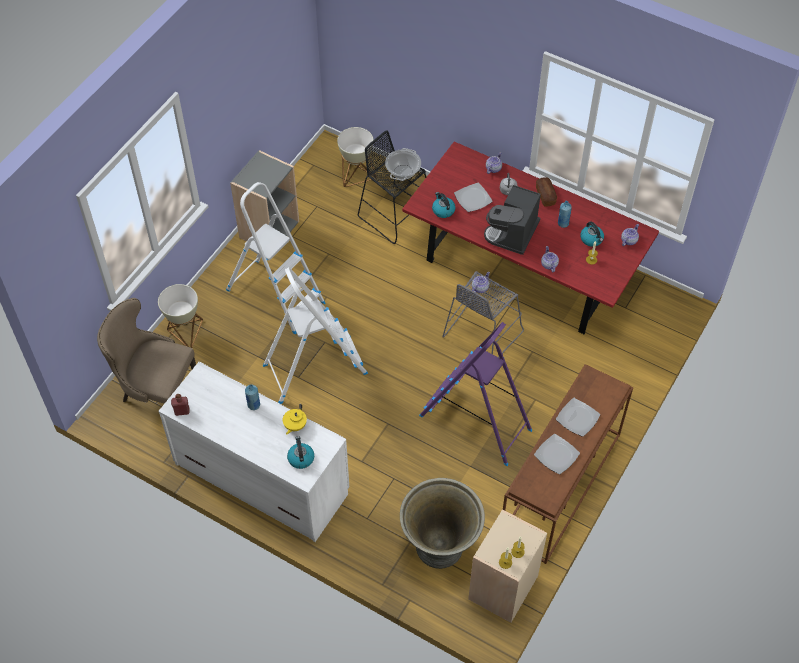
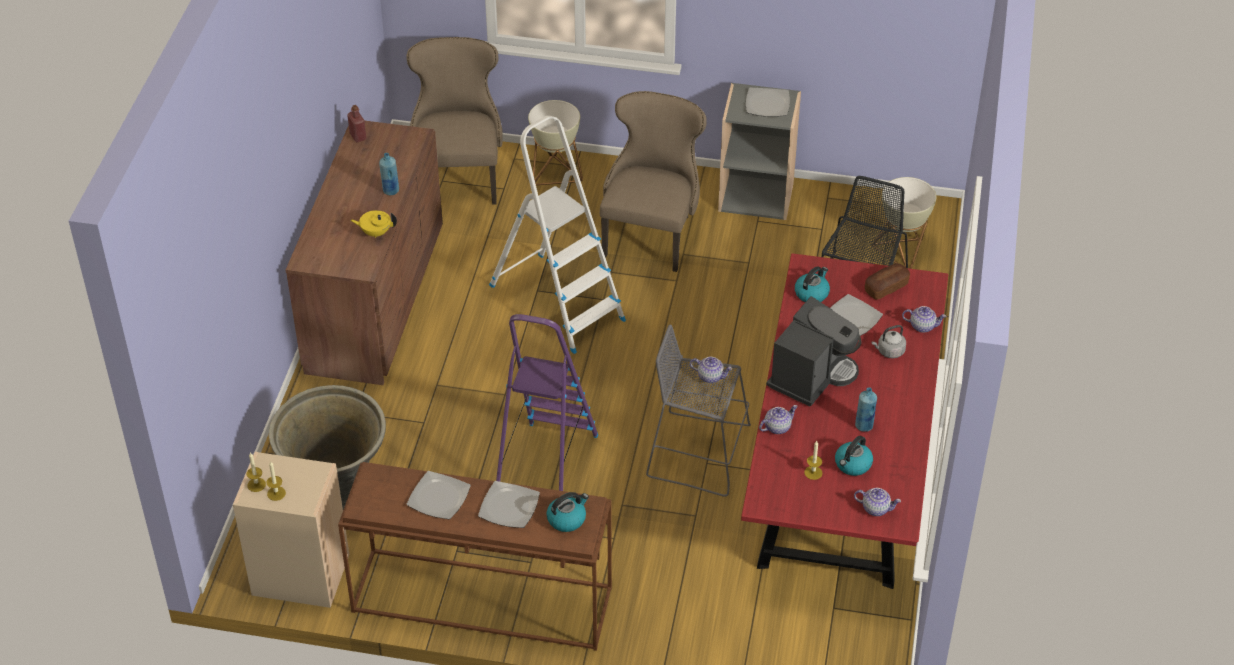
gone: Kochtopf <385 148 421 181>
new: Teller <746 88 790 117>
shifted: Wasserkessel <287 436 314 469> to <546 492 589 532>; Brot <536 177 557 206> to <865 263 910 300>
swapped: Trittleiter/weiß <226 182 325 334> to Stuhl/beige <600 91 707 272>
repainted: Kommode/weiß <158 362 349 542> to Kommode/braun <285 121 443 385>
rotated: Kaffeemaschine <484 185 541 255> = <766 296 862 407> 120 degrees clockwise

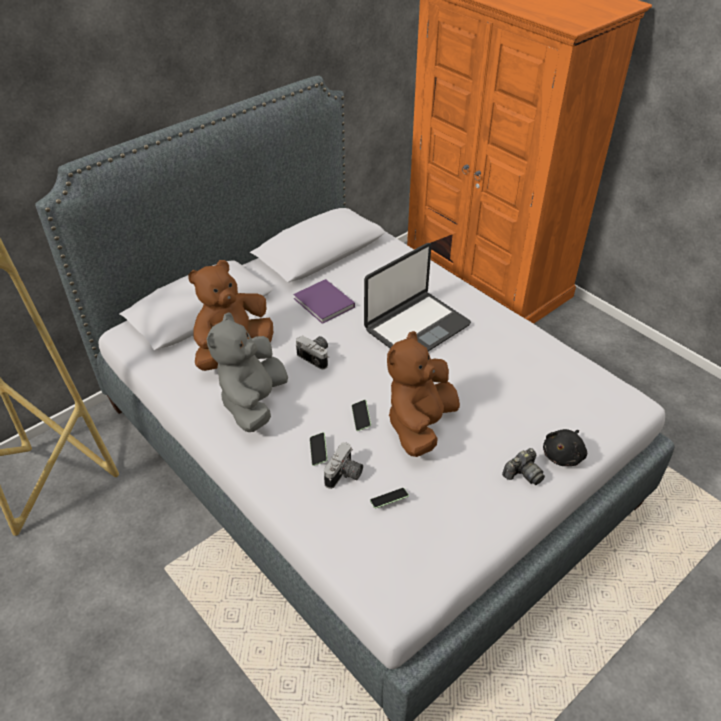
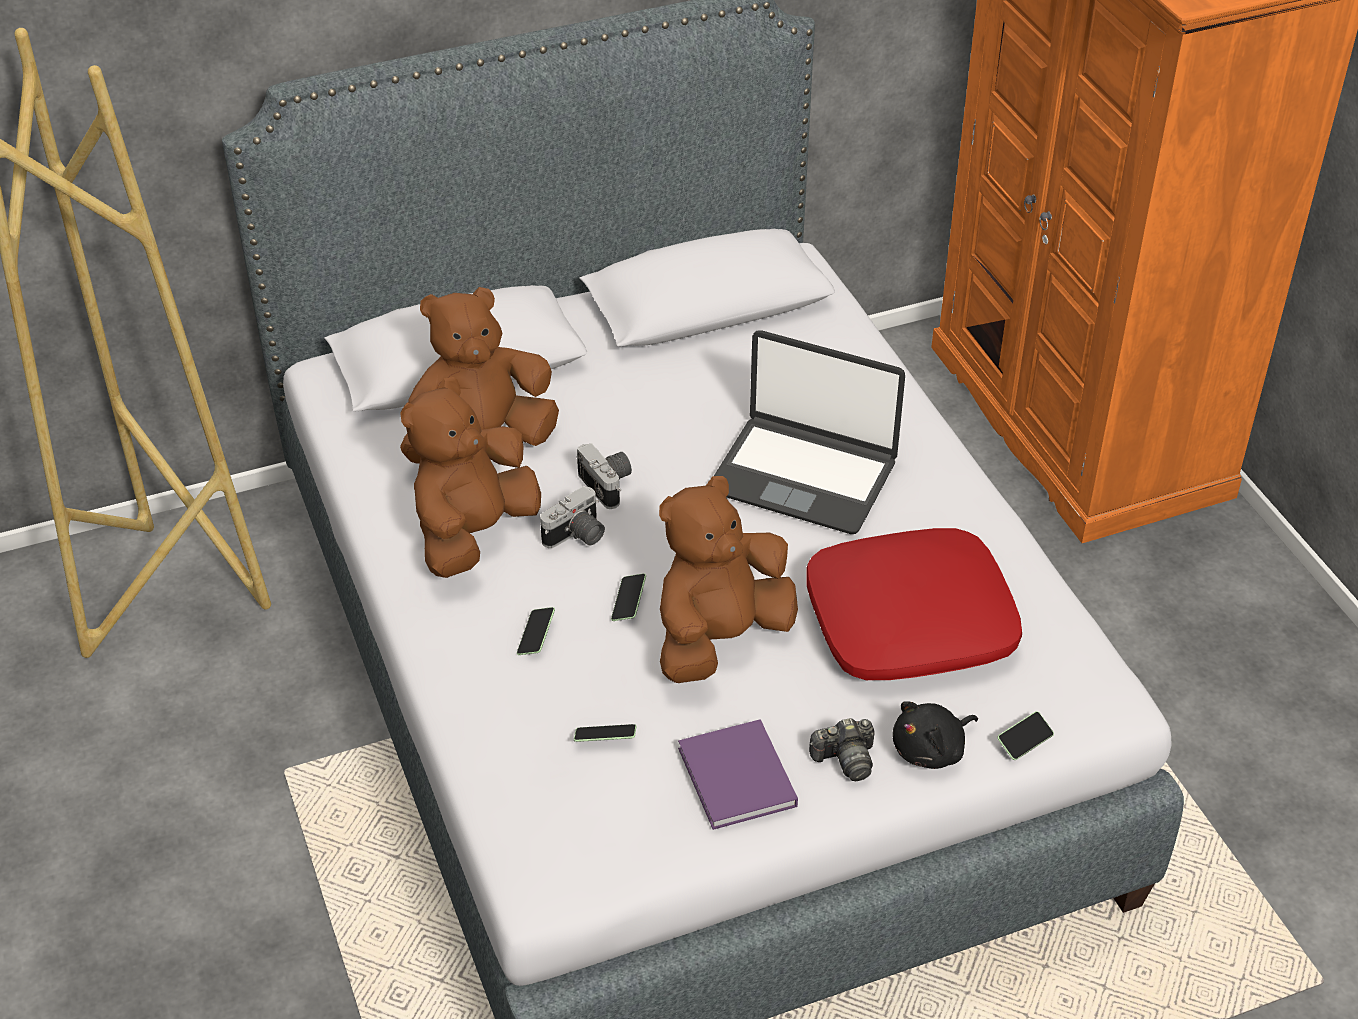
new: Kissen/rot <806 528 1022 680>; Handy <997 711 1054 760>
shifted: Buch/lila <293 279 355 324> to <678 719 798 830>; Kamera <324 442 363 489> to <540 486 605 548>
repainted: Plüschtier/grau <207 312 288 432> to Plüschtier/braun <400 377 541 578>
rotated: Laptop <364 243 471 351> = <714 330 905 534> 45 degrees clockwise

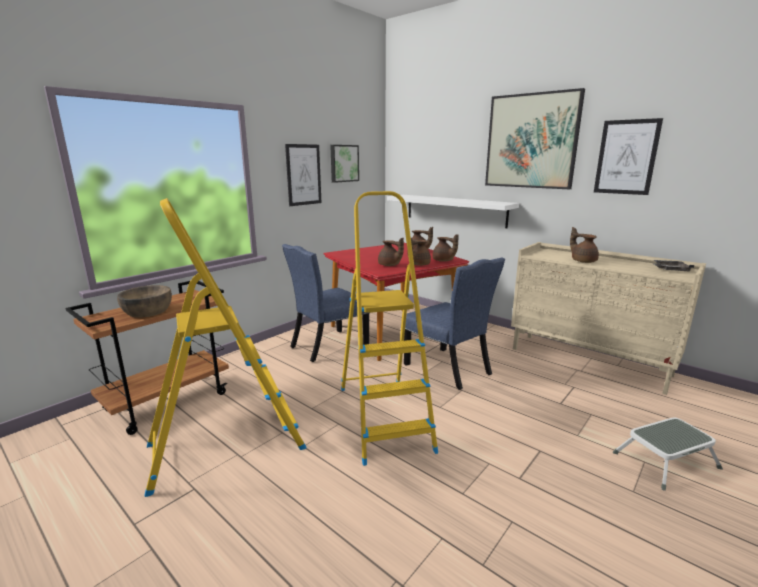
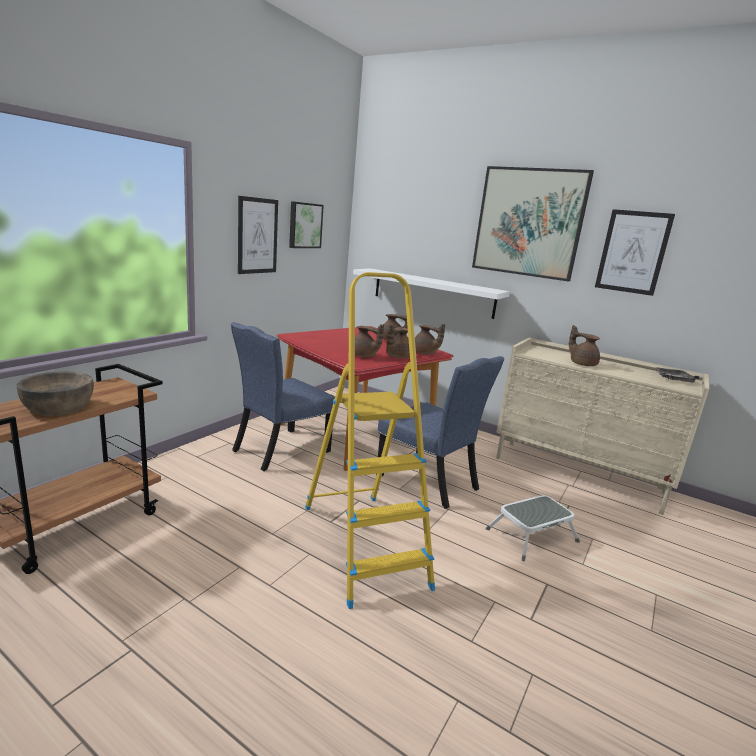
gone: Trittleiter/gelb <144 198 307 497>
shifted: Trittleiter/grau <613 418 723 491> to <486 495 580 562>

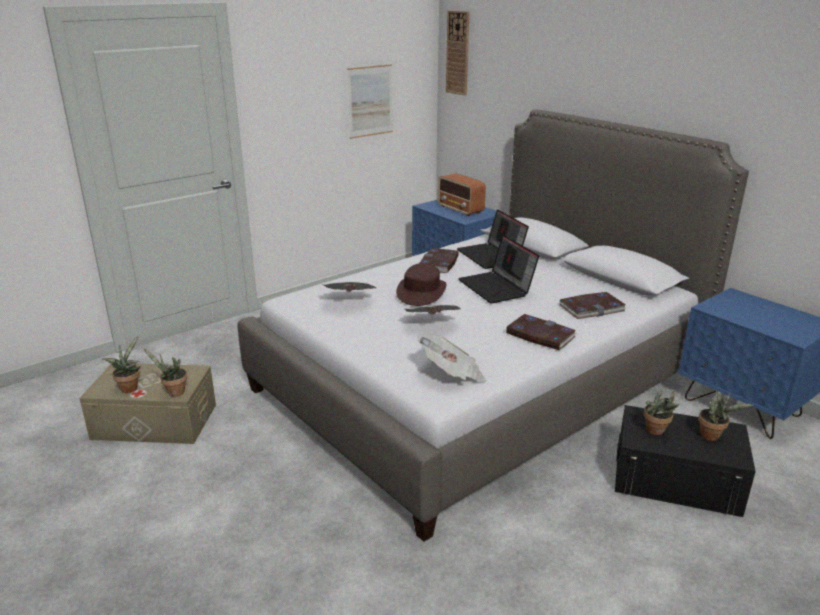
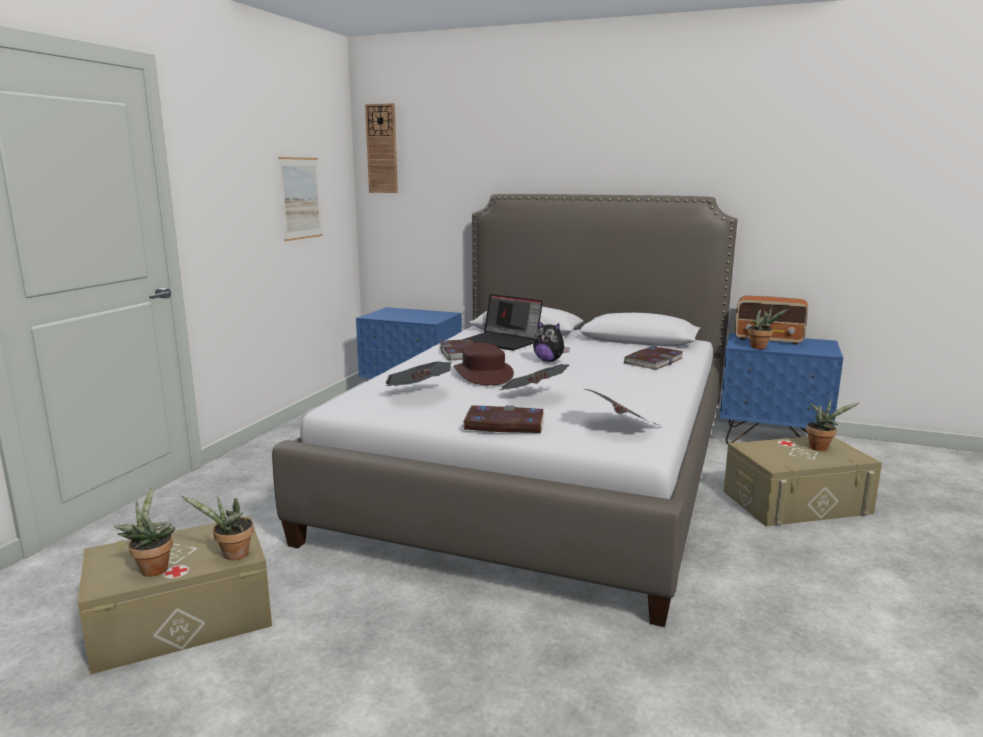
shifted: Radio <438 173 486 216> to <735 296 808 345>; Buch <506 314 577 350> to <463 405 544 433>; Topfpflanze <644 389 680 435> to <748 306 788 349>
swapped: Laptop <458 235 539 303> to Plüschtier <533 320 570 362>
repainted: Aufbewahrungsbox/schwarz <615 405 756 517> to Aufbewahrungsbox/beige <724 437 882 526>

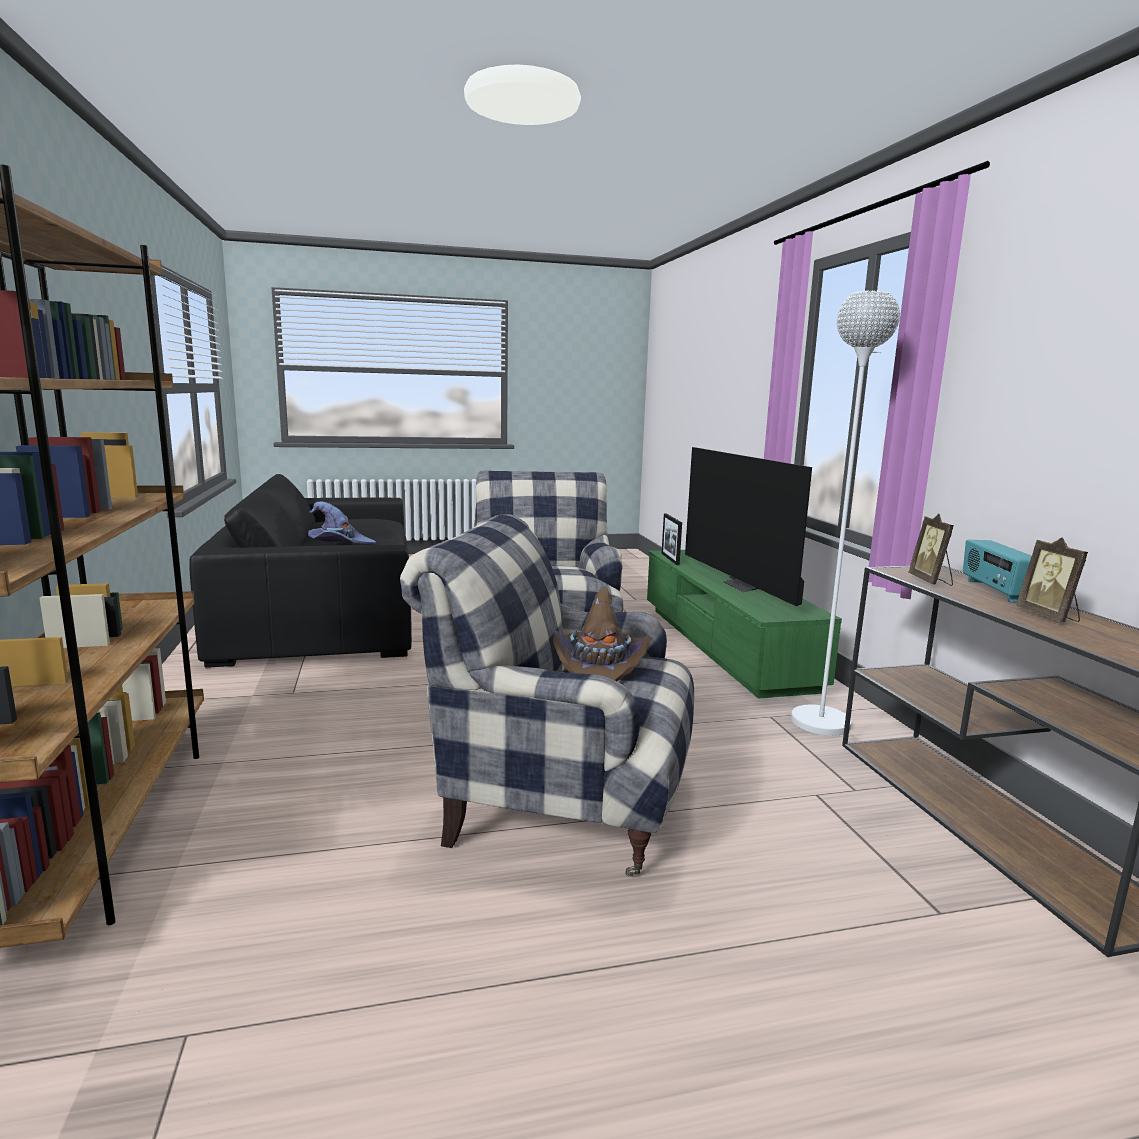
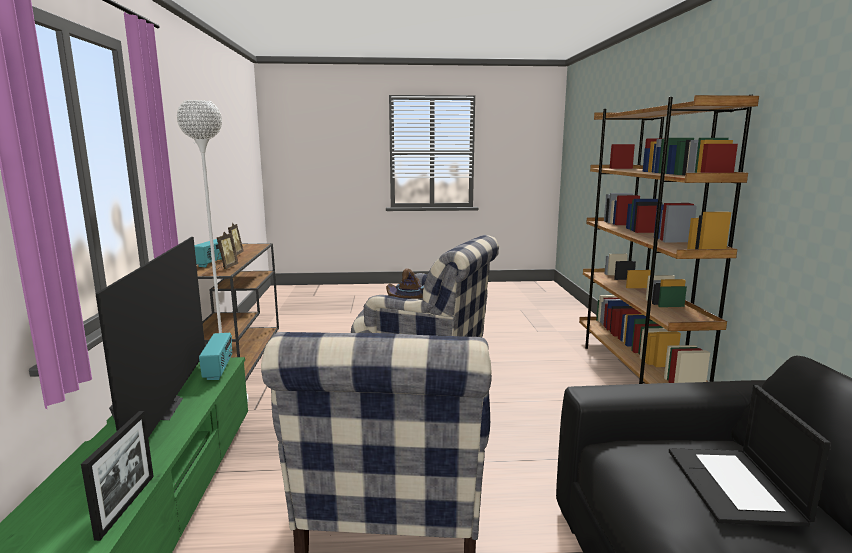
new: Radio <199 333 233 380>
swapped: Hut/lila <308 502 376 545> to Laptop <669 385 830 527>

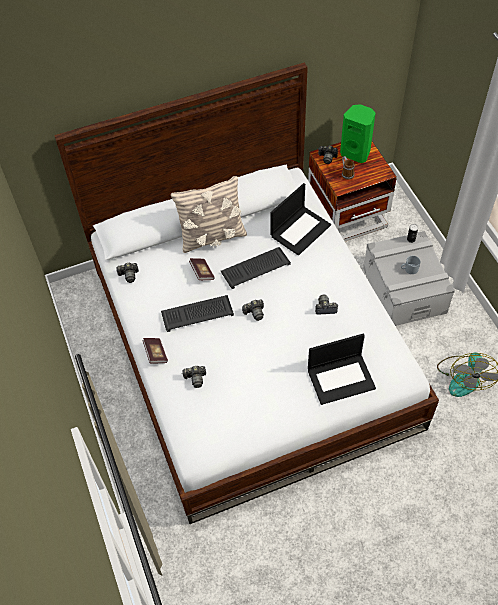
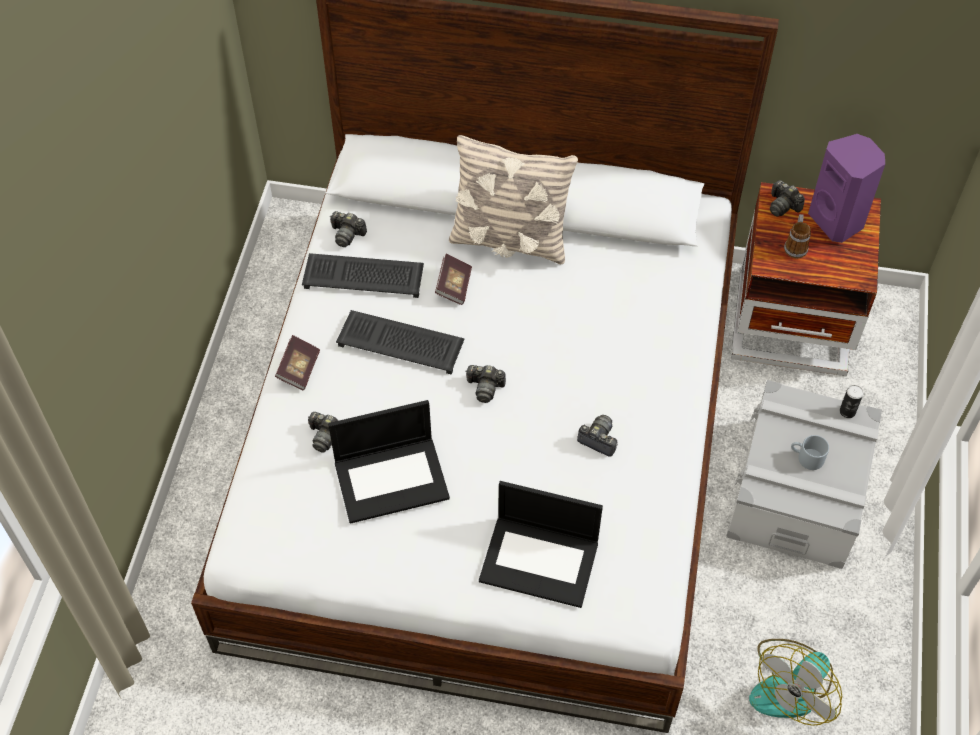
shifted: Tastatur <220 247 291 289> to <302 253 424 298>; Laptop <270 183 331 256> to <328 400 450 524>
repainted: Lautsprecher/grün <340 104 376 163> to Lautsprecher/lila <808 134 885 243>

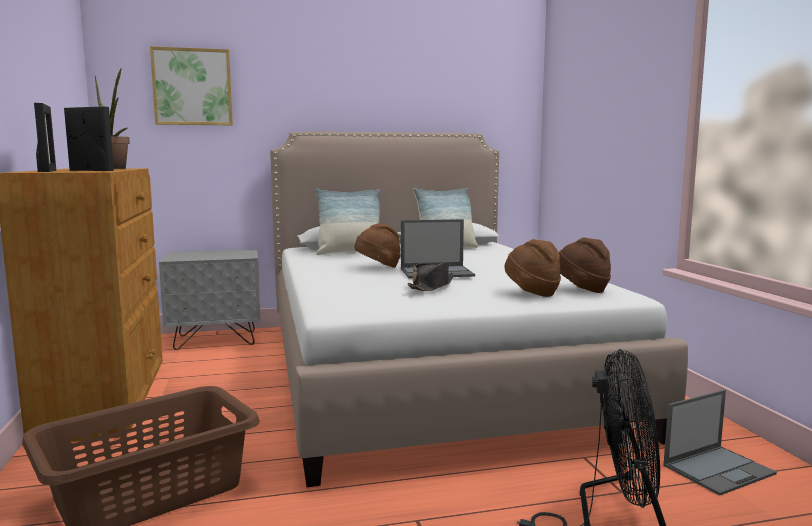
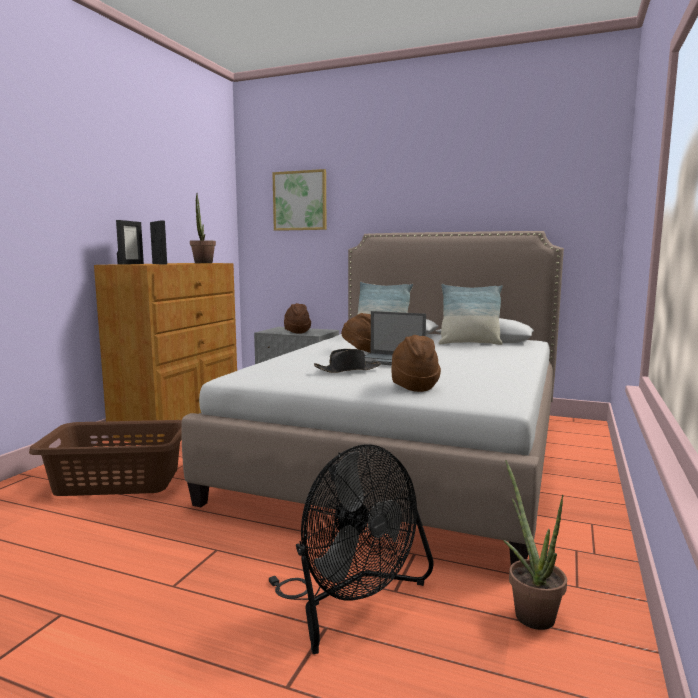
shifted: Hut/braun <559 237 611 293> to <284 303 311 334>
swapped: Laptop <663 390 777 496> to Topfpflanze <503 460 567 630>

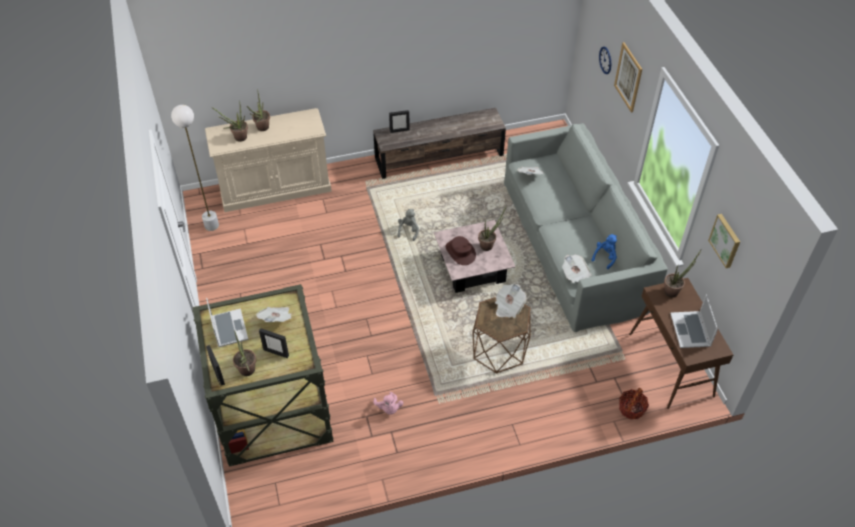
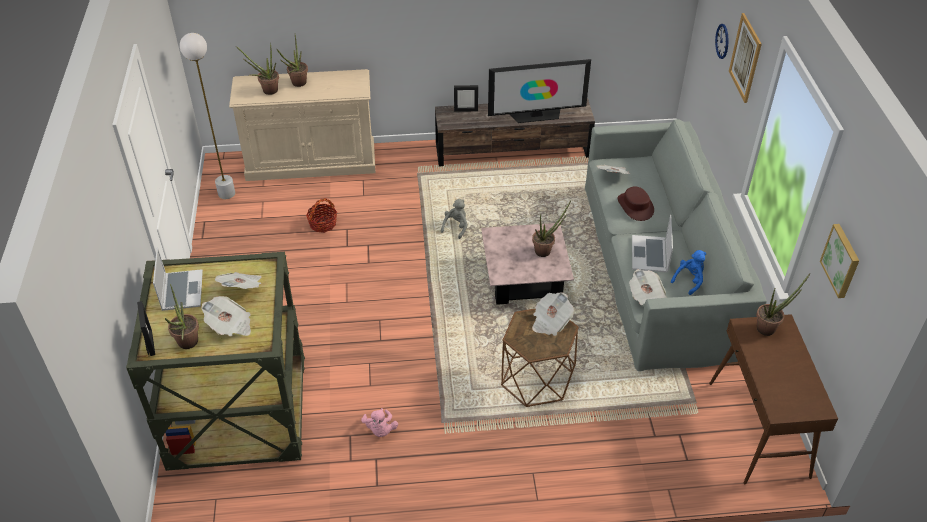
new: Fernseher <488 59 591 123>
shifted: Hut/braun <446 236 476 265> to <618 186 654 221>; Korb <619 388 649 419> to <306 198 337 233>; Laptop <670 294 718 348> to <632 215 673 273>
swapped: Bilderrahmen <259 328 289 358> to Zeitung <201 296 251 337>

